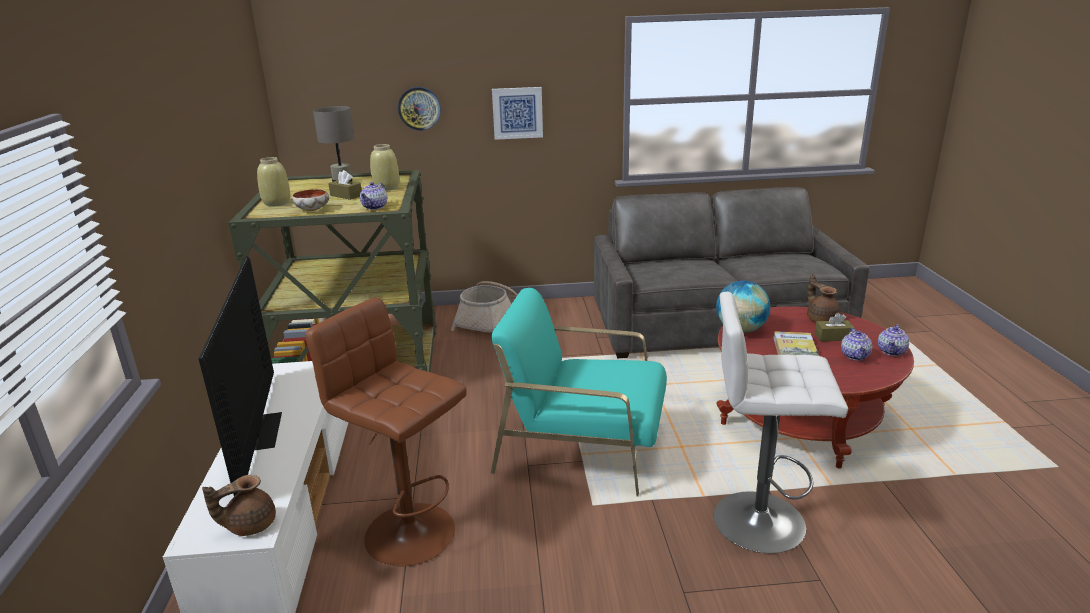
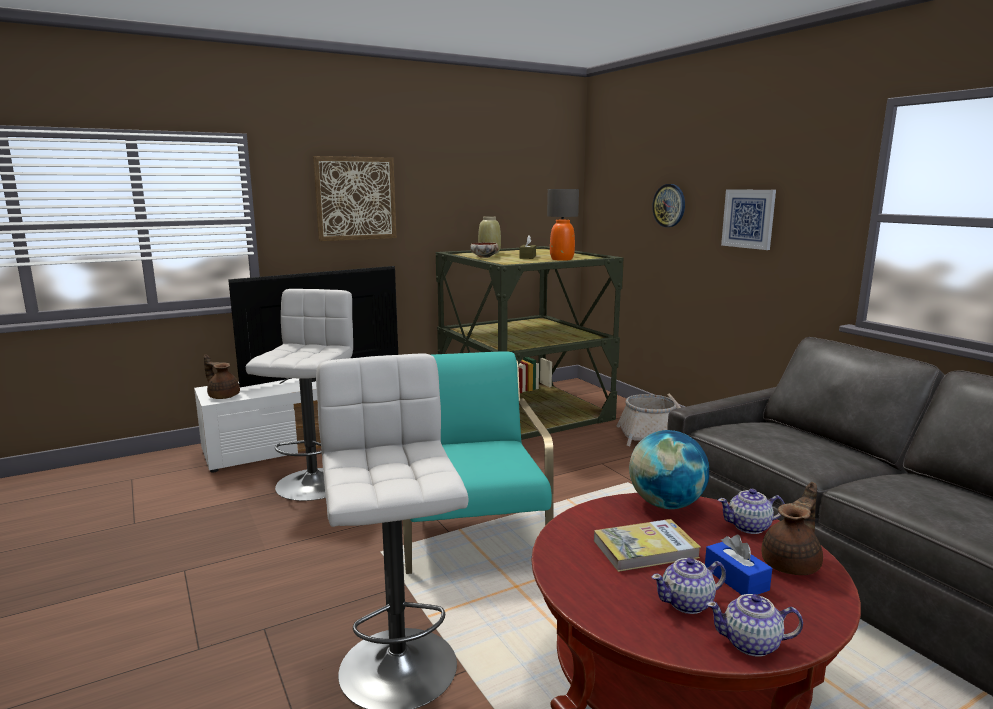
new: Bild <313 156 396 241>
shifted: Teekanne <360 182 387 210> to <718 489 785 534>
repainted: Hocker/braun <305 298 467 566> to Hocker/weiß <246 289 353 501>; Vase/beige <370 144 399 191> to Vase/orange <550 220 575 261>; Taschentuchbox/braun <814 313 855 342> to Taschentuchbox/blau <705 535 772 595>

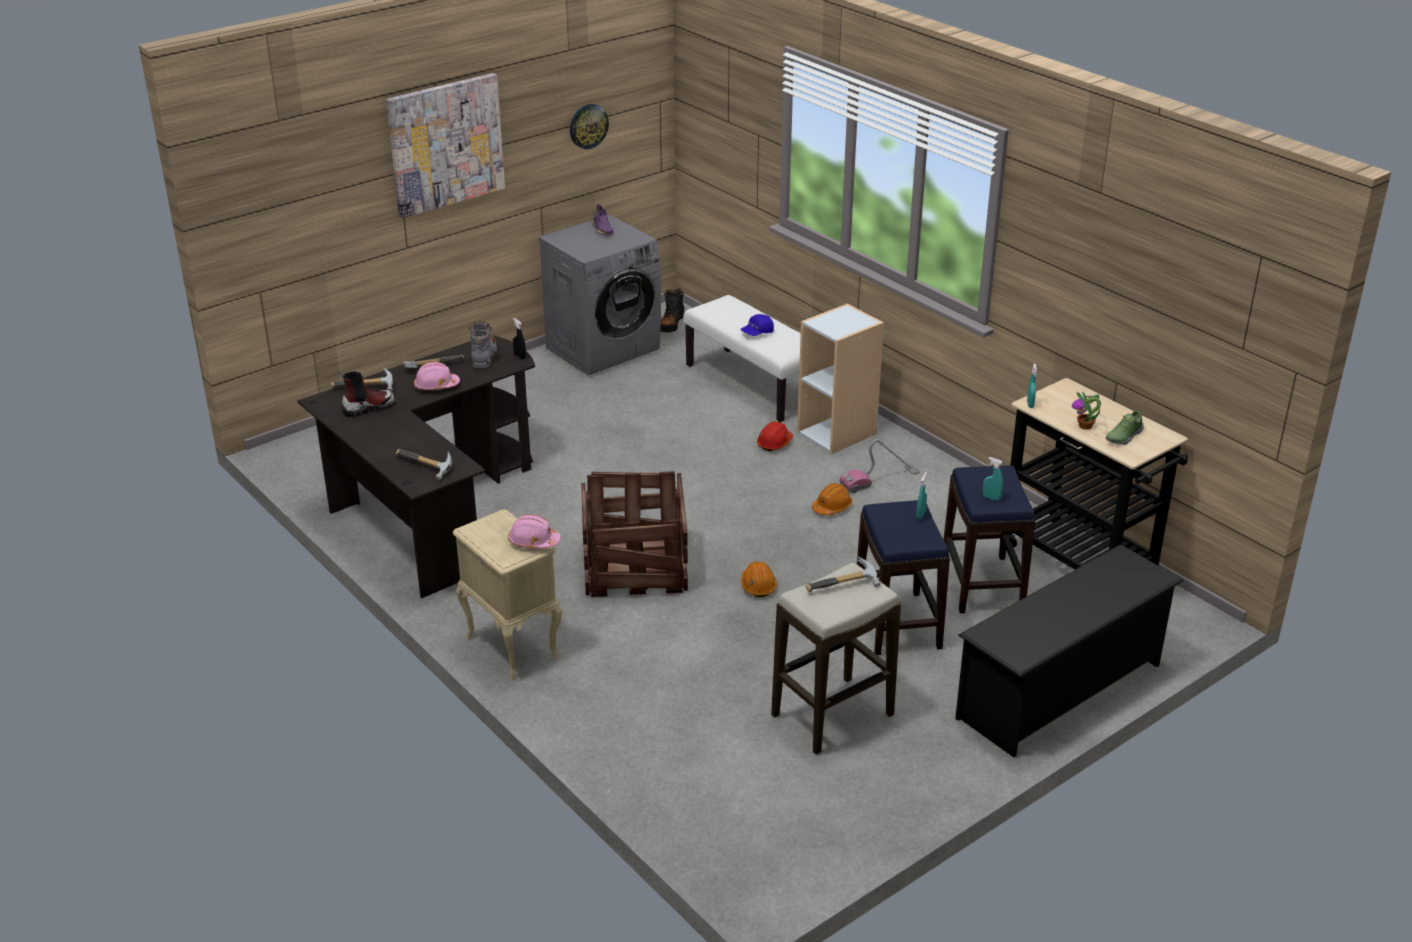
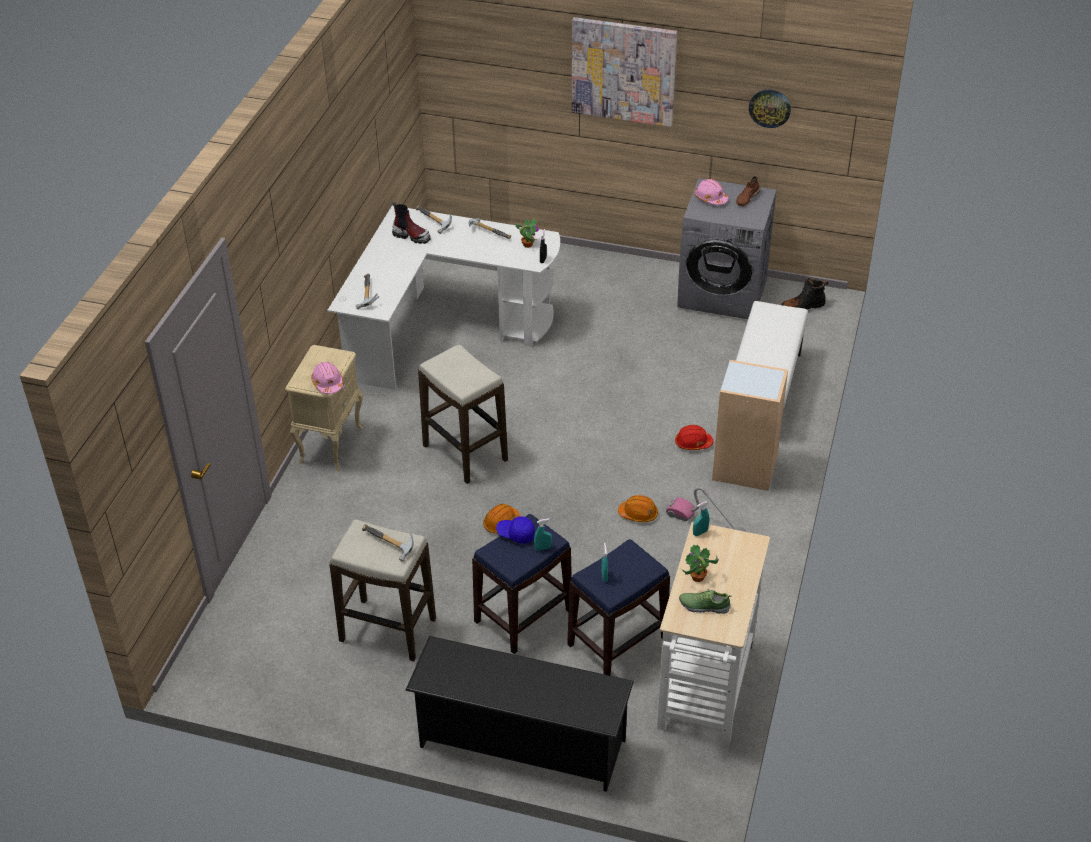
shifted: Schutzhelm/rosa <414 362 460 390> to <694 179 728 205>; Kappe/blau <740 314 774 336> to <496 516 535 544>
swapped: Stiefel/grau <469 322 497 369> to Topfpflanze <516 219 539 248>; Kiste <581 471 688 597> to Hocker <418 345 508 484>
repainted: Schreibtisch/schwarz <297 335 535 598> to Schreibtisch/weiß <328 205 560 390>; Schuh/lila <592 204 613 235> to Schuh/braun <736 176 760 207>; Rollwagen/schwarz <1008 378 1188 570> to Rollwagen/weiß <657 522 770 745>

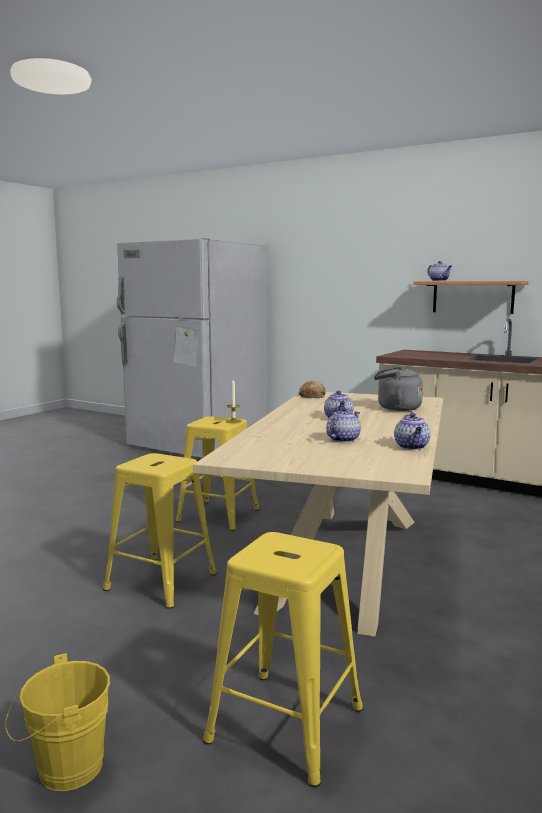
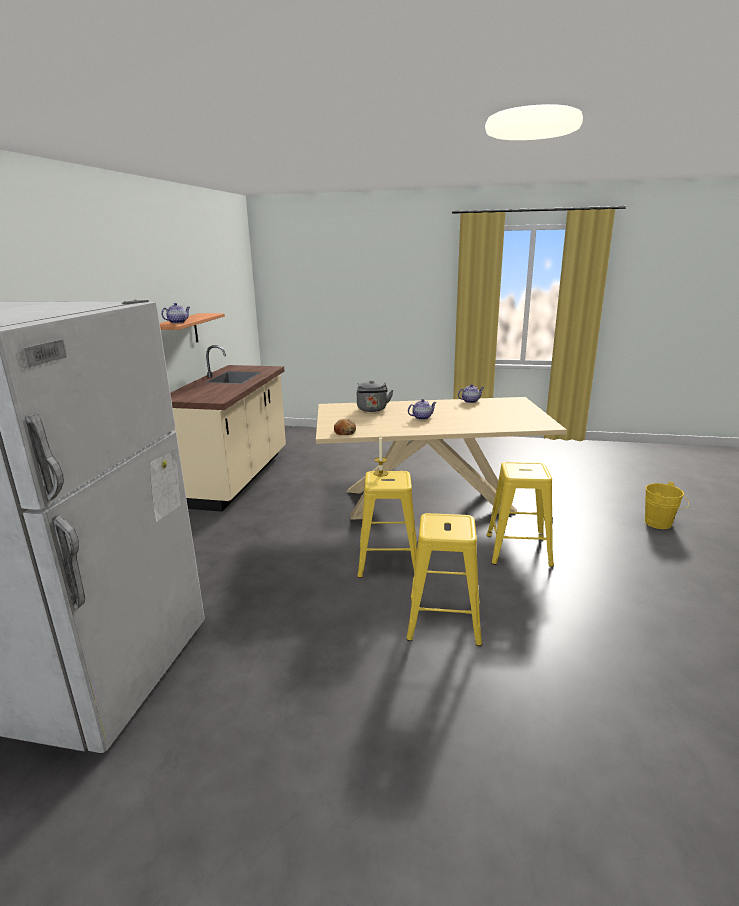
gone: Teekanne <326 407 361 443>
shifted: Hocker/gelb <203 532 363 787> to <406 513 482 646>

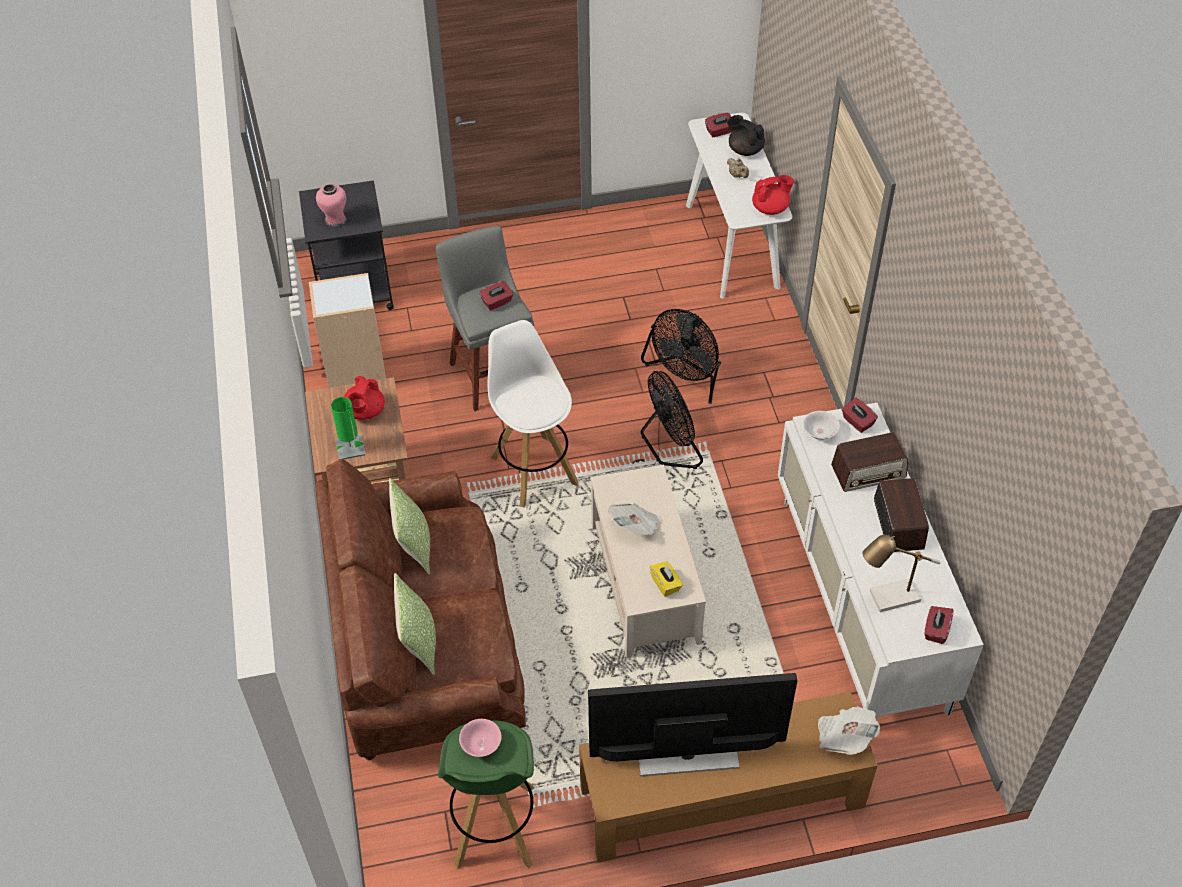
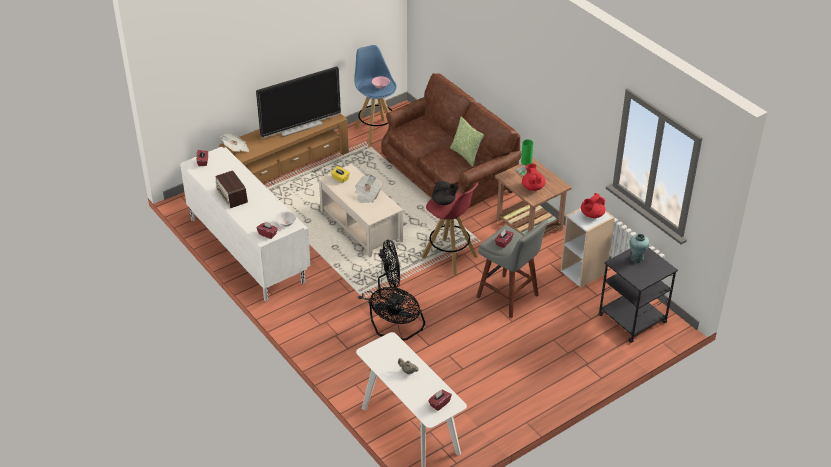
gone: Kissen <394 573 436 675>; Radio <831 432 908 492>; Tischlampe <863 535 941 612>
shifted: Teekanne/schwarz <727 115 765 156> to <432 181 458 205>; Teekanne/rot <752 175 794 215> to <581 193 605 218>
repainted: Vase/rosa <316 183 347 228> to Vase/türkis <629 234 650 263>; Hocker/grün <438 720 535 869> to Hocker/blau <354 45 397 147>; Hocker/weiß <487 320 579 507> to Hocker/rot <422 182 478 276>
rotated: Ventilator/schwarz <632 371 703 469> = <357 239 400 300> 135 degrees counterclockwise

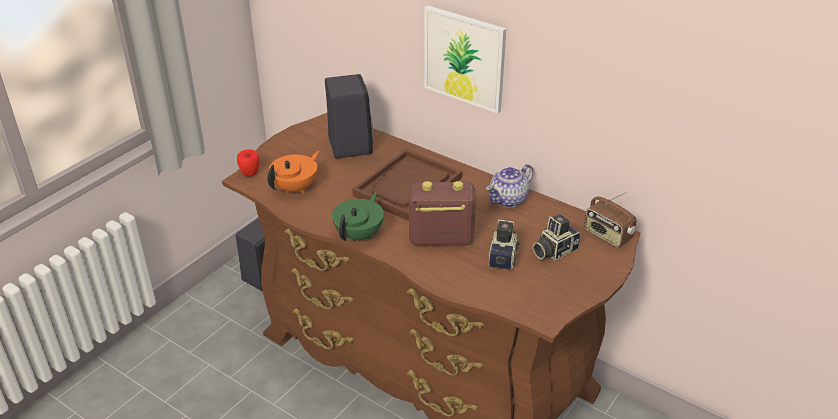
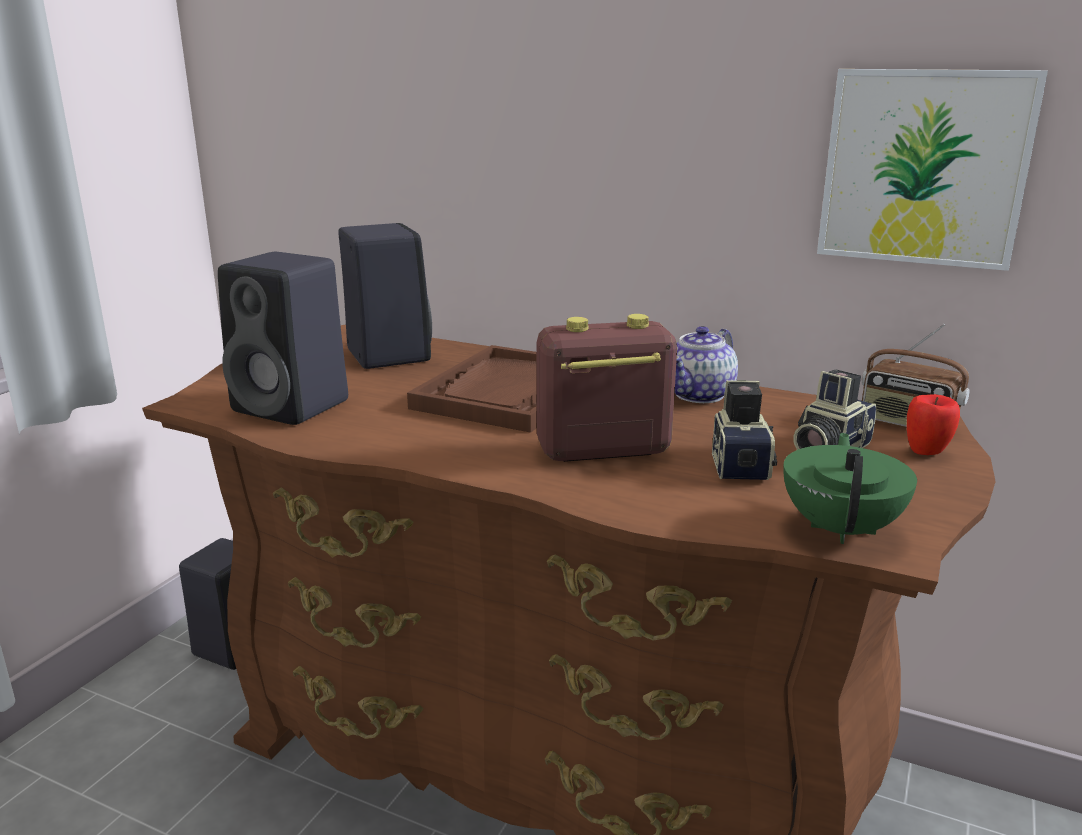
shifted: Apfel <237 149 259 176> to <907 394 960 455>; Teekanne/grün <332 192 384 242> to <783 433 917 544>; Bild <424 6 506 114> to <817 69 1048 271>
swapped: Teekanne/orange <268 151 319 194> to Lautsprecher/schwarz <218 252 348 425>

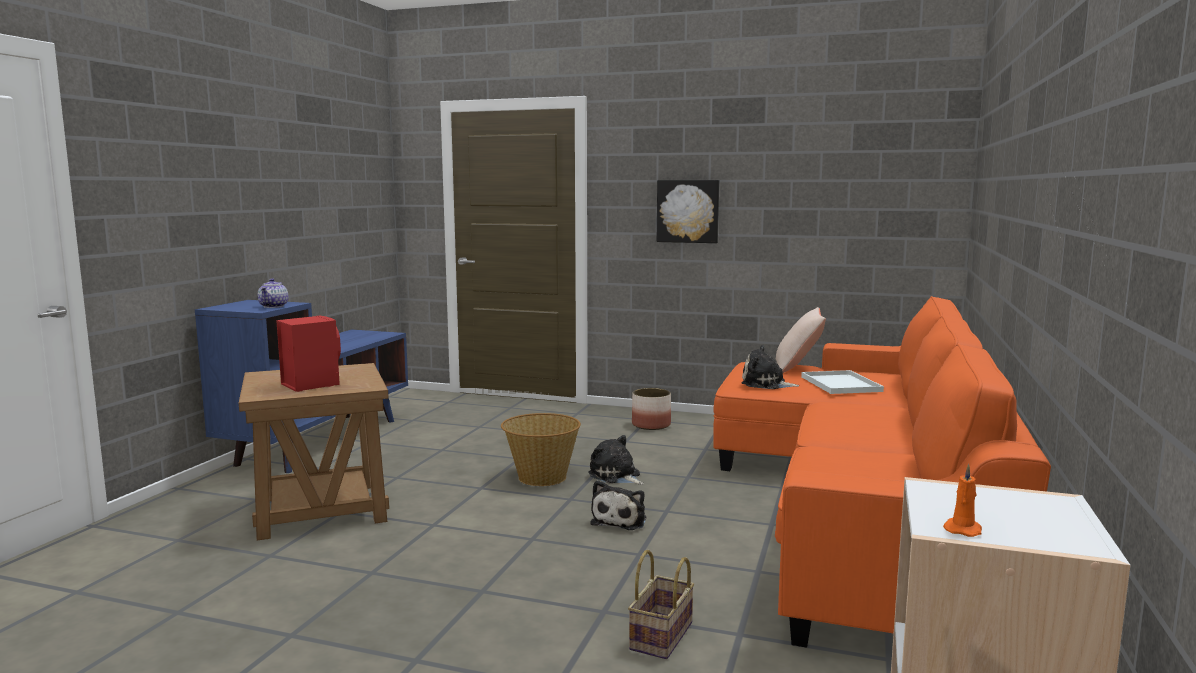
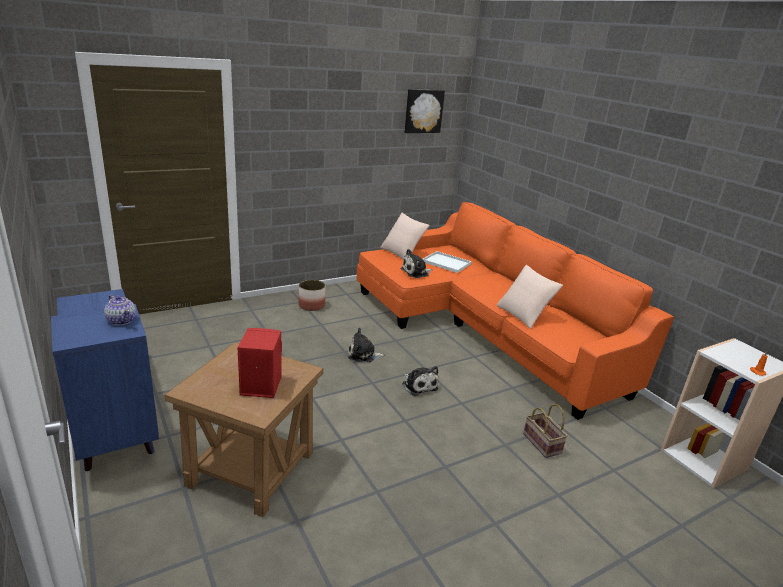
gone: Korb <501 413 581 486>
new: Kissen/beige <497 265 563 329>
shifted: Bild <657 180 720 243> to <404 89 445 133>

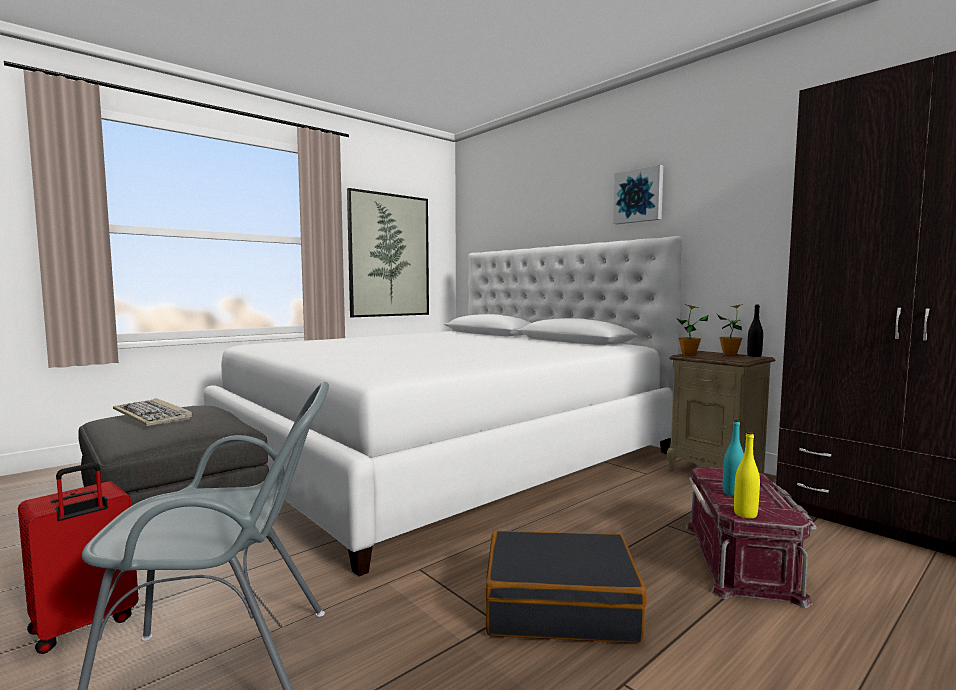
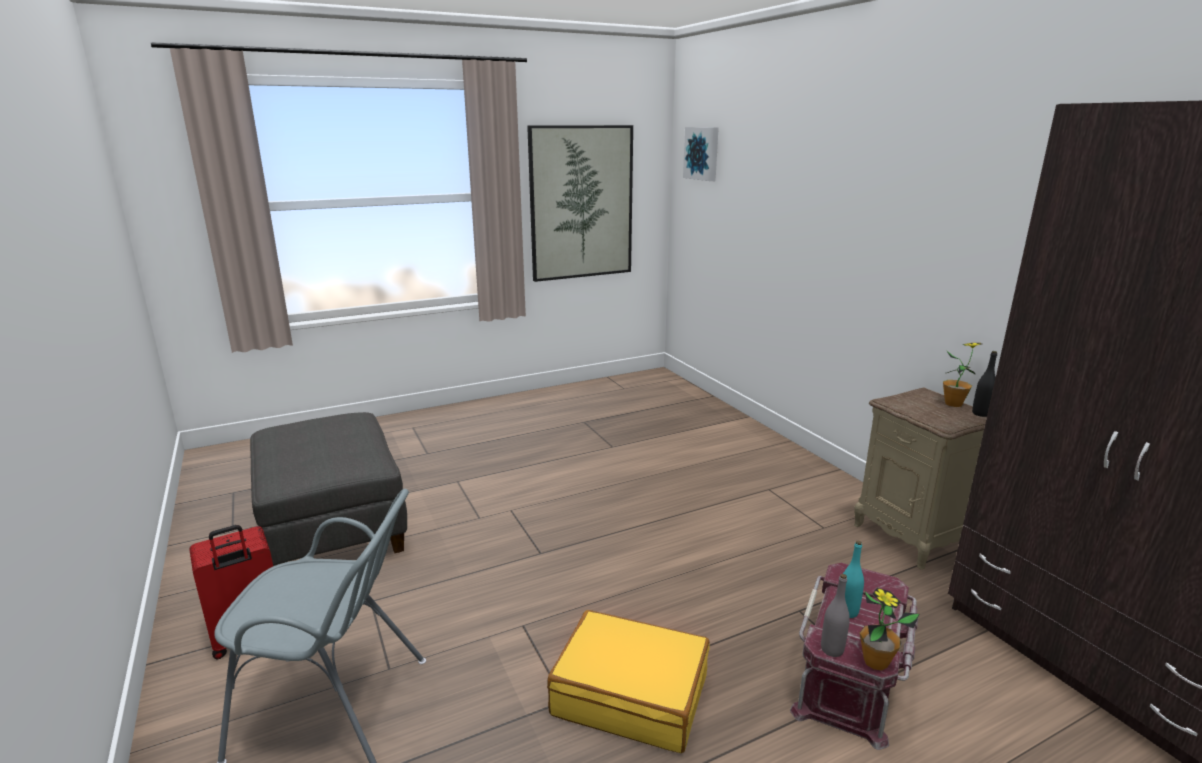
gone: Tastatur <113 398 192 426>; Bett/weiß <204 236 683 577>
shifted: Bild <613 165 663 224> to <683 127 719 181>; Topfpflanze <676 305 708 356> to <860 588 919 671>
repainted: Koffer/schwarz <486 531 647 643> to Koffer/gelb <547 610 710 753>; Flasche/gelb <734 432 760 519> to Flasche/grau <821 574 850 657>

